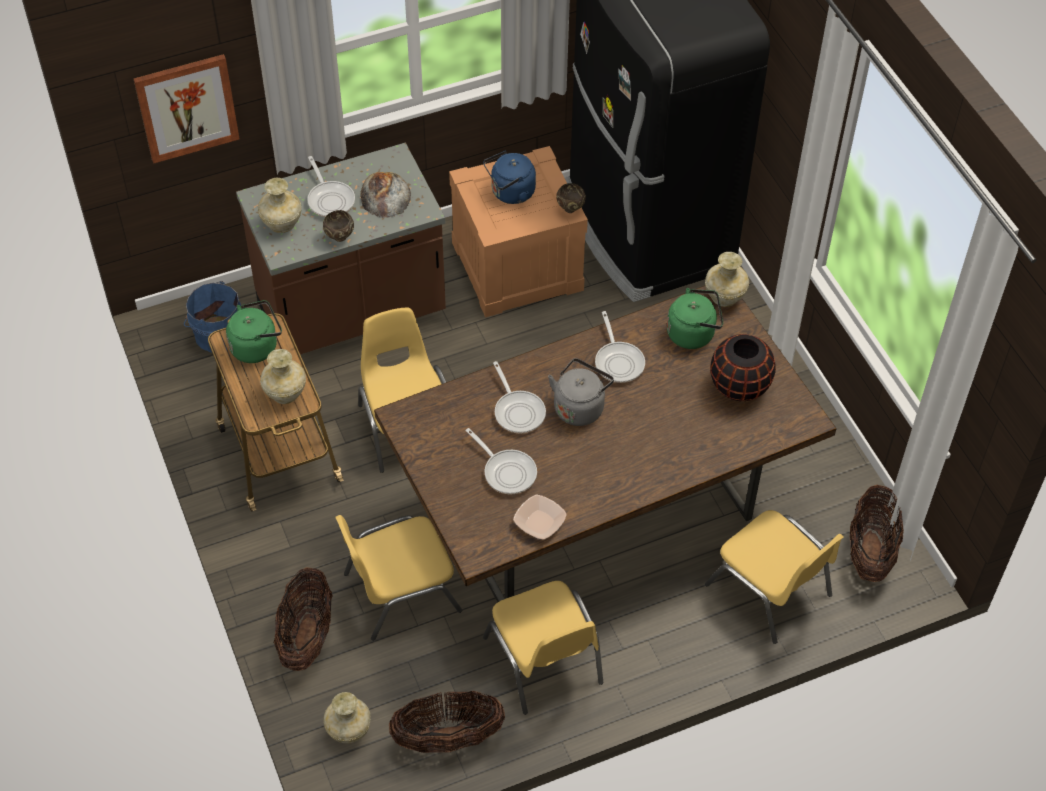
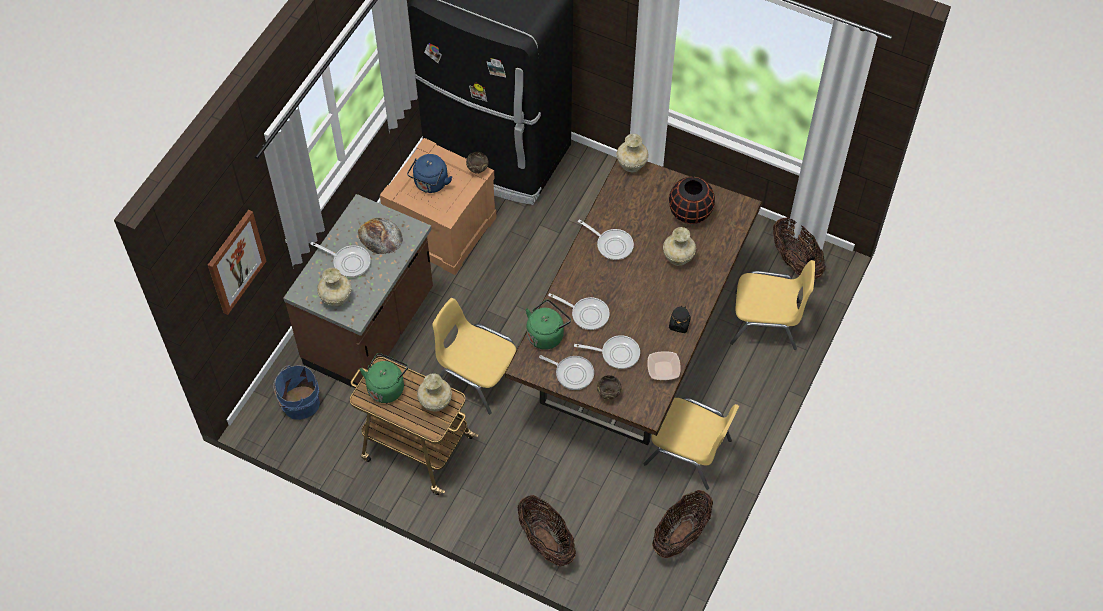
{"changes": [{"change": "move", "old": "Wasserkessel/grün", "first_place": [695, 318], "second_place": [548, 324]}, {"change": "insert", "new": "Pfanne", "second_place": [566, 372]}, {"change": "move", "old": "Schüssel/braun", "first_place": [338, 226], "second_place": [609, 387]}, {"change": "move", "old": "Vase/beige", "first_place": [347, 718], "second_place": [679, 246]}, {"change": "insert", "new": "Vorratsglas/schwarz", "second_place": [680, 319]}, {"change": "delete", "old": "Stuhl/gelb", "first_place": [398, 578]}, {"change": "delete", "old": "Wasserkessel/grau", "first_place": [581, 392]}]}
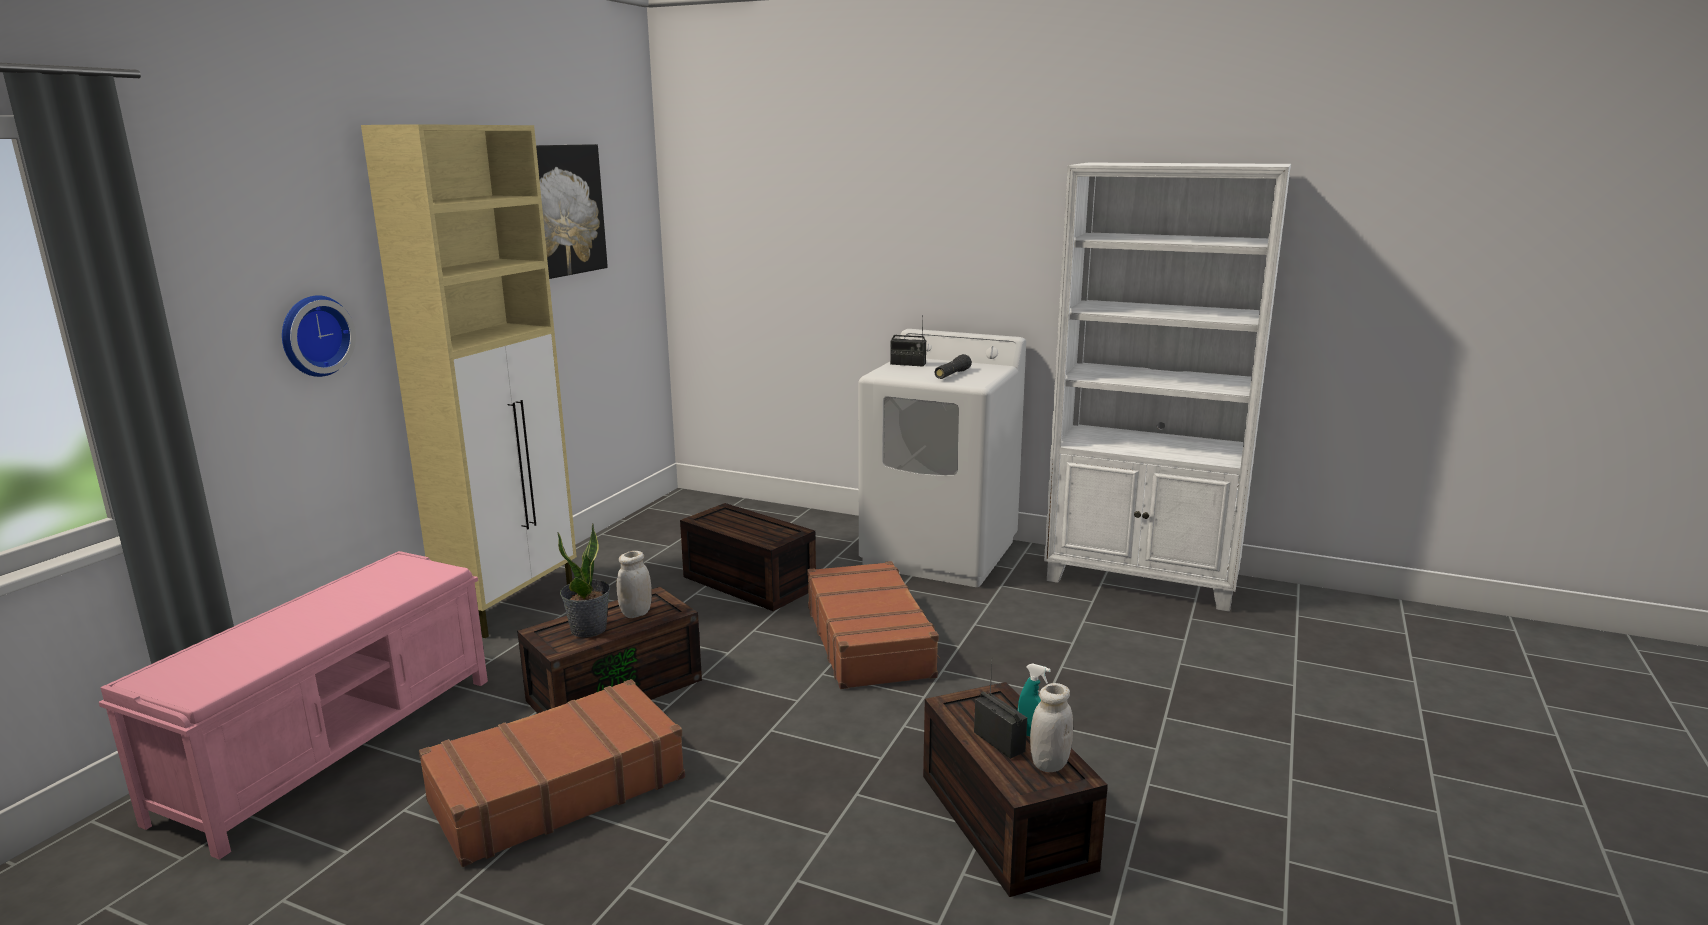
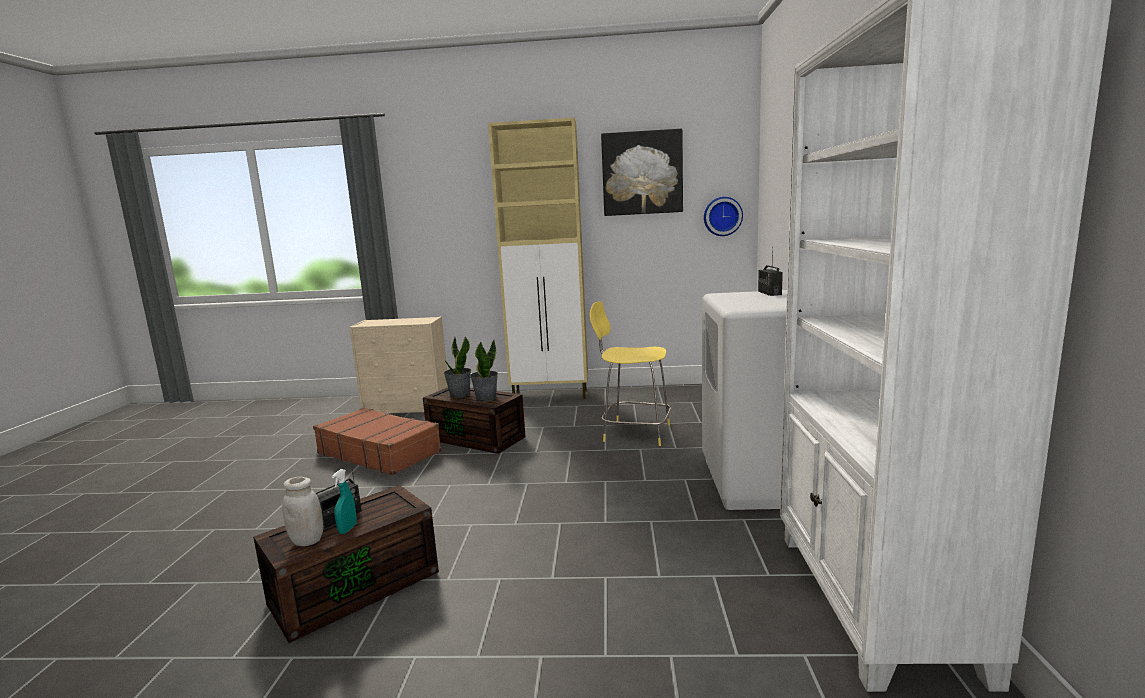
{"changes": [{"change": "replace", "old": "Bank/rosa", "new": "Kommode/beige", "first_place": [293, 705], "second_place": [398, 364]}, {"change": "replace", "old": "Vorratsglas/weiß", "new": "Topfpflanze", "first_place": [634, 584], "second_place": [484, 371]}, {"change": "replace", "old": "Aufbewahrungsbox/braun", "new": "Hocker/gelb", "first_place": [748, 557], "second_place": [631, 373]}, {"change": "move", "old": "Wanduhr", "first_place": [319, 336], "second_place": [723, 216]}, {"change": "delete", "old": "Koffer/braun", "first_place": [874, 625]}, {"change": "delete", "old": "Taschenlampe/schwarz", "first_place": [953, 366]}]}
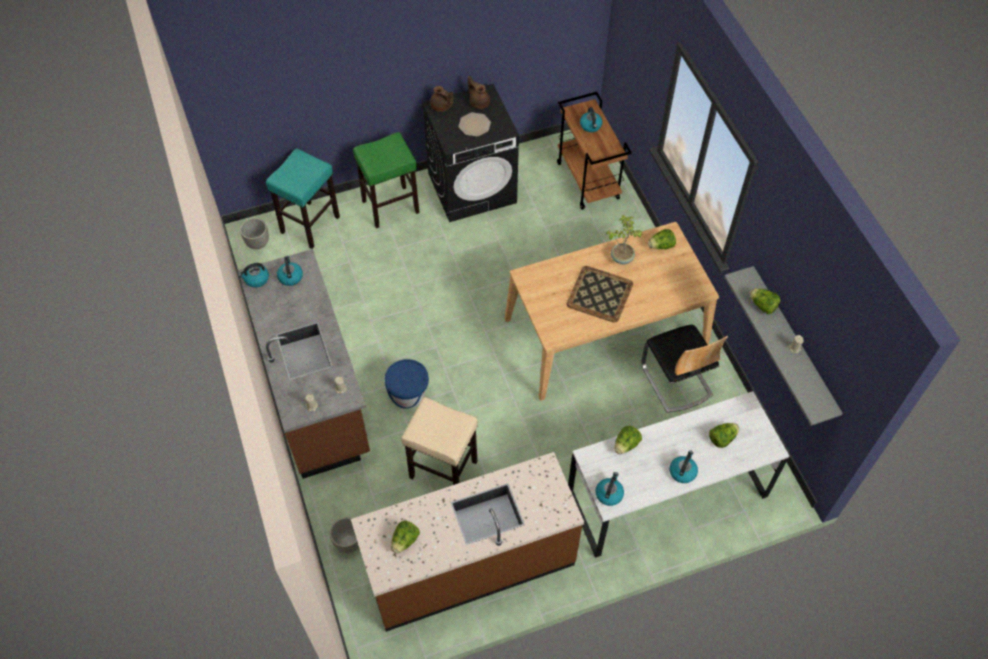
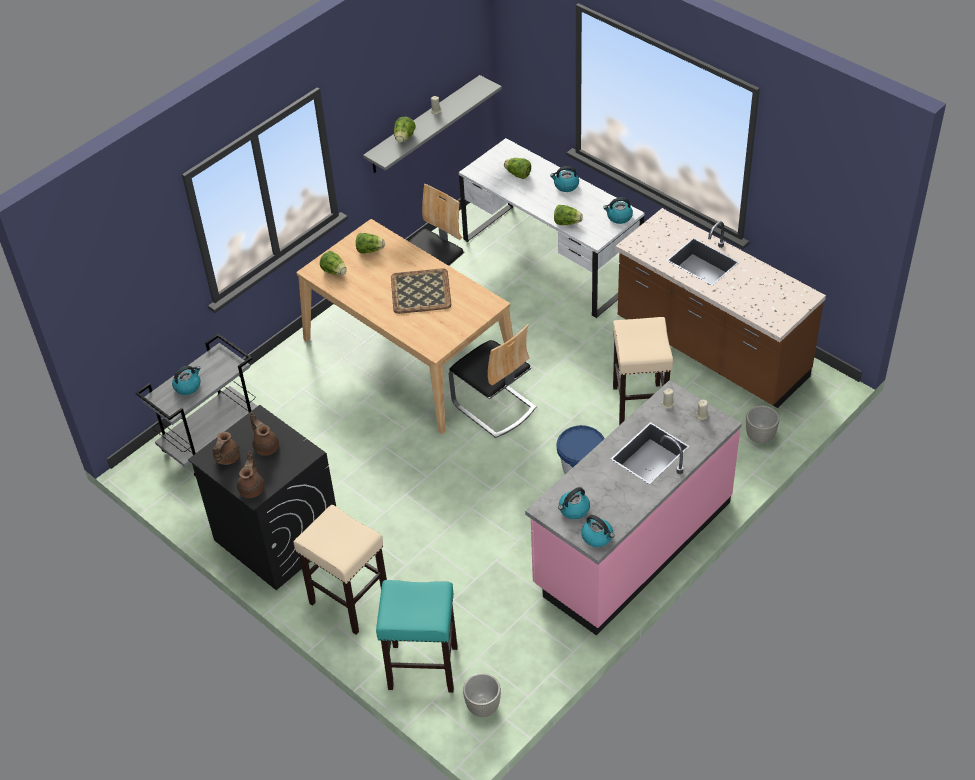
{"changes": [{"change": "recolor", "old": "Rollwagen/braun", "new": "Rollwagen/grau", "first_place": [594, 151], "second_place": [196, 405]}, {"change": "replace", "old": "Teller", "new": "Teekanne/braun", "first_place": [475, 124], "second_place": [264, 434]}, {"change": "recolor", "old": "Hocker/grün", "new": "Hocker/beige", "first_place": [386, 180], "second_place": [340, 569]}, {"change": "move", "old": "Salatkopf", "first_place": [405, 537], "second_place": [370, 243]}, {"change": "insert", "new": "Stuhl", "second_place": [492, 381]}, {"change": "recolor", "old": "Küchenzeile/braun", "new": "Küchenzeile/rosa", "first_place": [304, 364], "second_place": [633, 508]}, {"change": "delete", "old": "Topfpflanze", "first_place": [624, 239]}]}
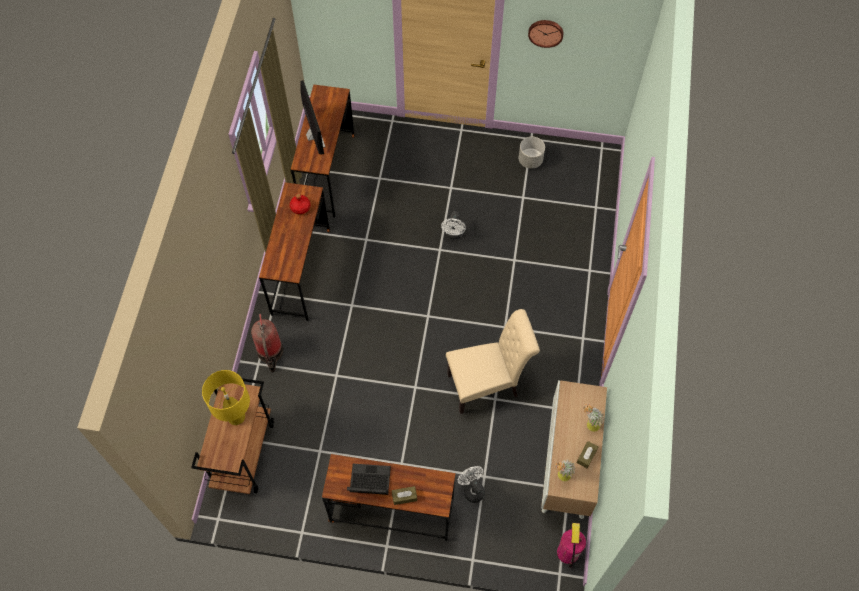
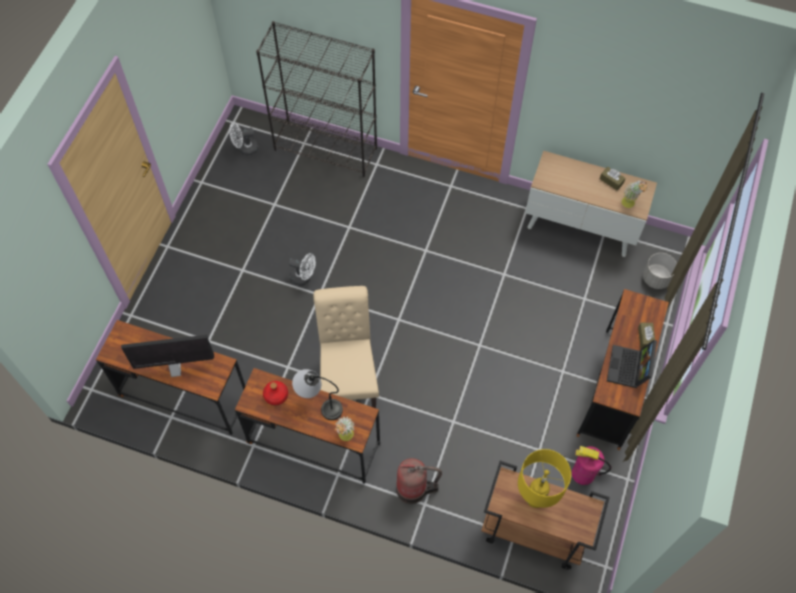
{"changes": [{"change": "move", "old": "Ventilator/weiß", "first_place": [471, 484], "second_place": [243, 139]}, {"change": "insert", "new": "Bücherregal/schwarz", "second_place": [316, 99]}, {"change": "insert", "new": "Tischlampe", "second_place": [317, 394]}, {"change": "move", "old": "Stuhl/beige", "first_place": [493, 361], "second_place": [346, 347]}, {"change": "move", "old": "Topfpflanze", "first_place": [594, 418], "second_place": [345, 428]}, {"change": "move", "old": "Feuerlöscher", "first_place": [571, 545], "second_place": [591, 465]}, {"change": "move", "old": "Pflanzkübel/grau", "first_place": [532, 153], "second_place": [660, 271]}, {"change": "delete", "old": "Wanduhr", "first_place": [545, 34]}]}
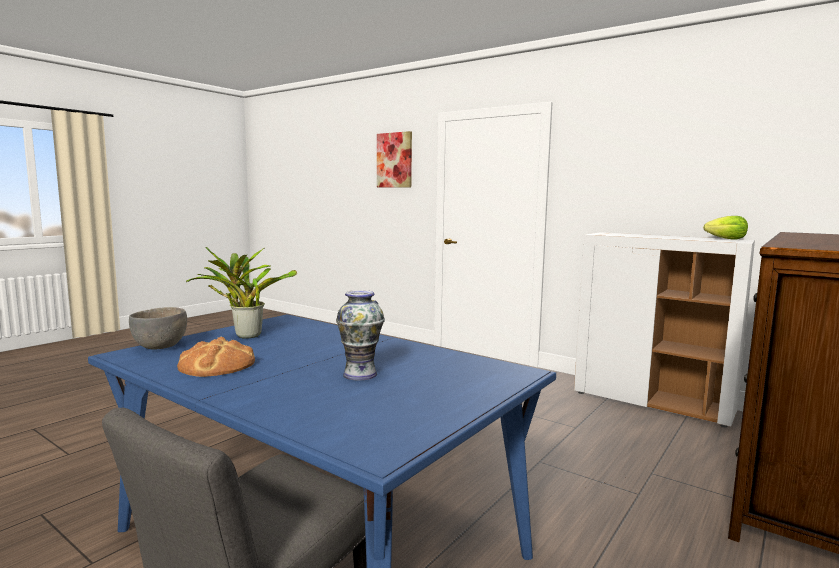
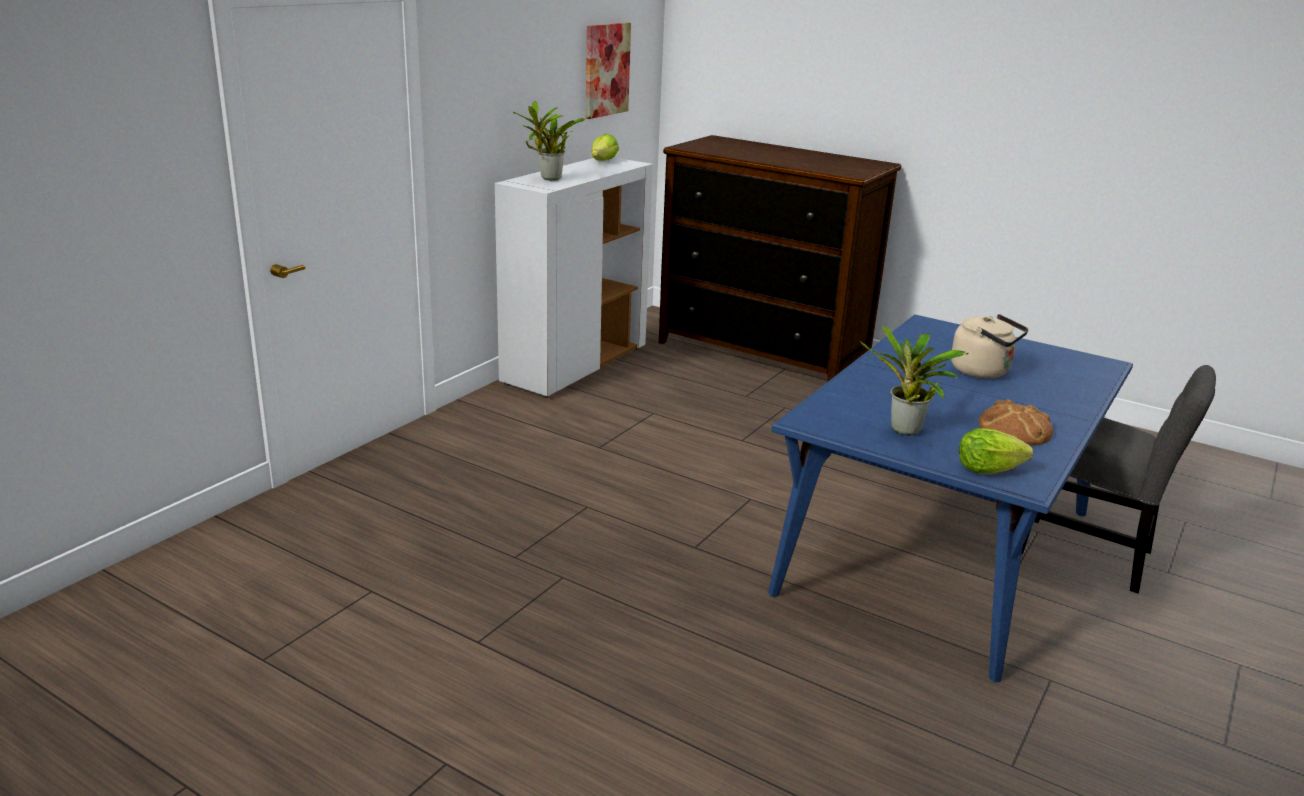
{"changes": [{"change": "insert", "new": "Topfpflanze", "second_place": [549, 141]}, {"change": "move", "old": "Bild", "first_place": [394, 159], "second_place": [608, 70]}, {"change": "replace", "old": "Vase", "new": "Wasserkessel/beige", "first_place": [360, 335], "second_place": [990, 346]}, {"change": "replace", "old": "Schüssel/grau", "new": "Salatkopf", "first_place": [158, 328], "second_place": [996, 451]}]}
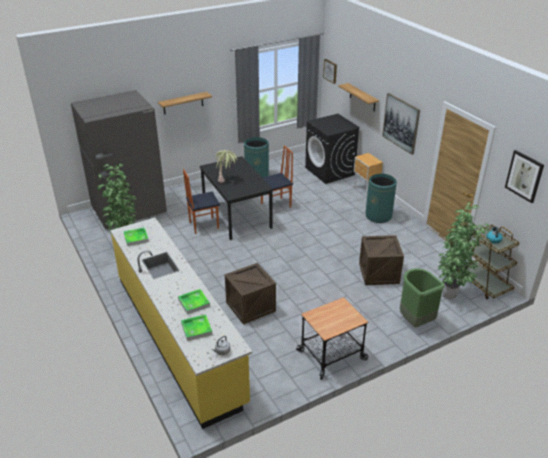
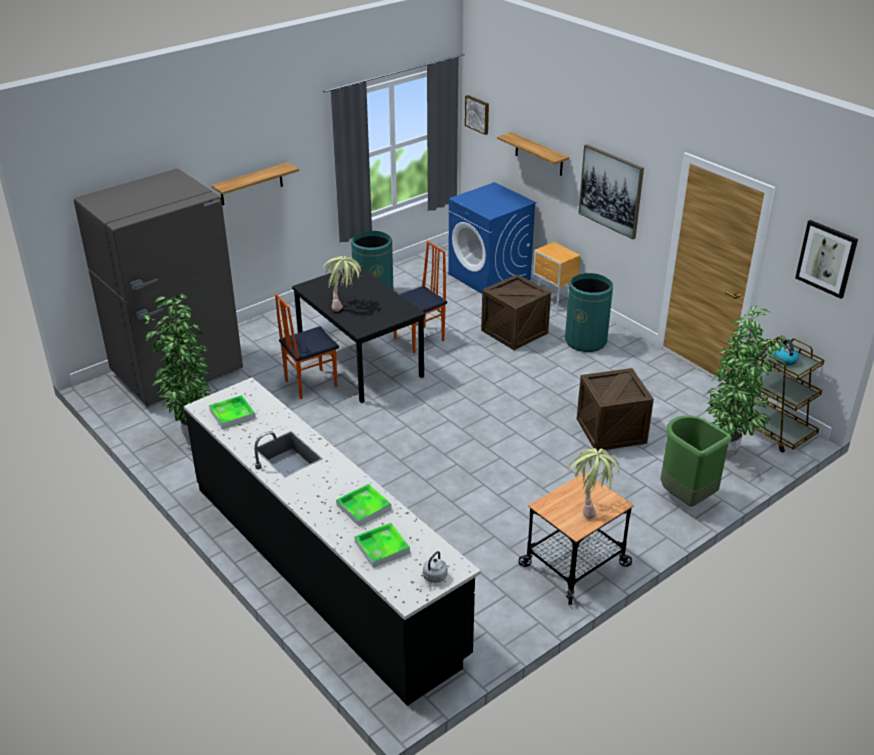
{"changes": [{"change": "recolor", "old": "Küchenzeile/gelb", "new": "Küchenzeile/schwarz", "first_place": [181, 323], "second_place": [332, 542]}, {"change": "recolor", "old": "Waschmaschine/schwarz", "new": "Waschmaschine/blau", "first_place": [332, 149], "second_place": [492, 238]}, {"change": "move", "old": "Kiste", "first_place": [250, 294], "second_place": [516, 312]}, {"change": "insert", "new": "Topfpflanze", "second_place": [593, 483]}]}
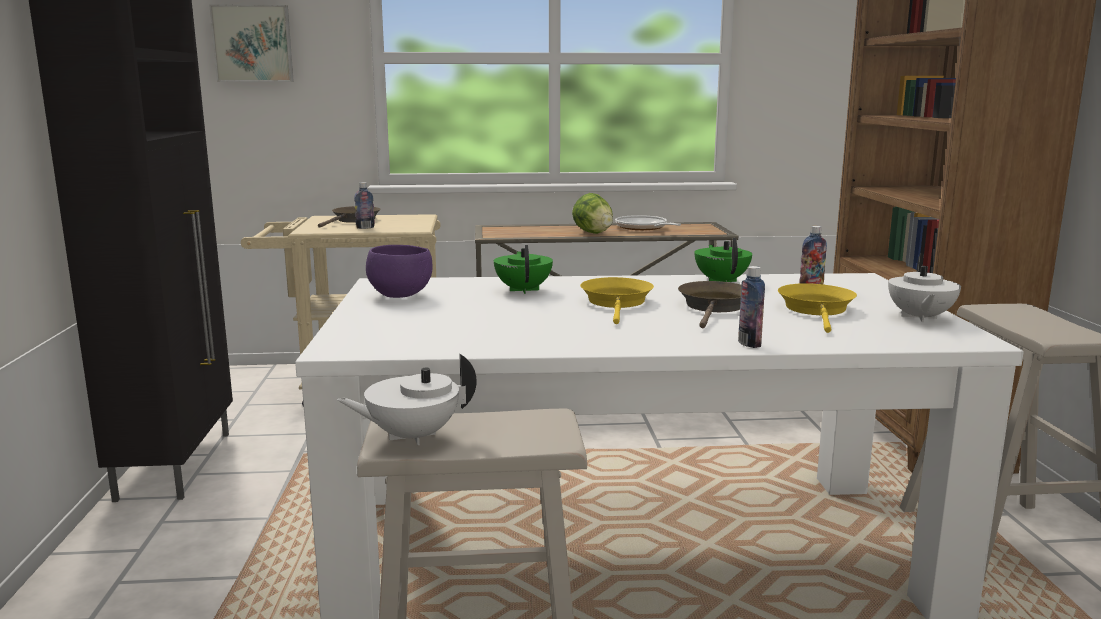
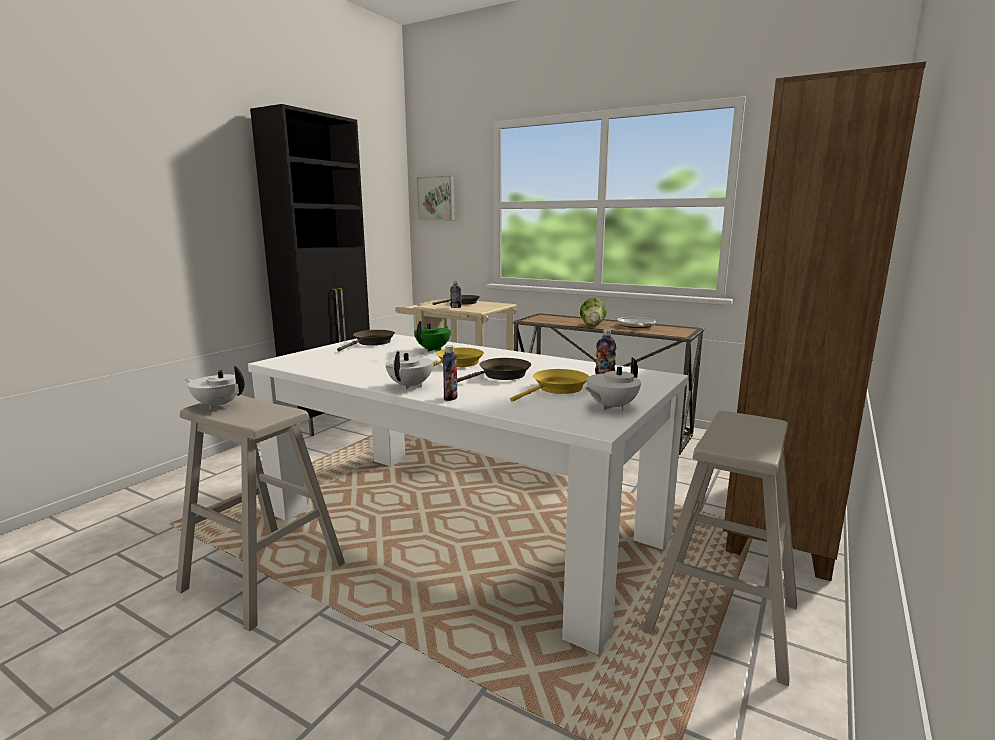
{"changes": [{"change": "replace", "old": "Schüssel/lila", "new": "Pfanne/braun", "first_place": [399, 271], "second_place": [366, 340]}, {"change": "insert", "new": "Teekanne/weiß", "second_place": [409, 370]}, {"change": "delete", "old": "Teekanne/grün", "first_place": [723, 260]}]}
